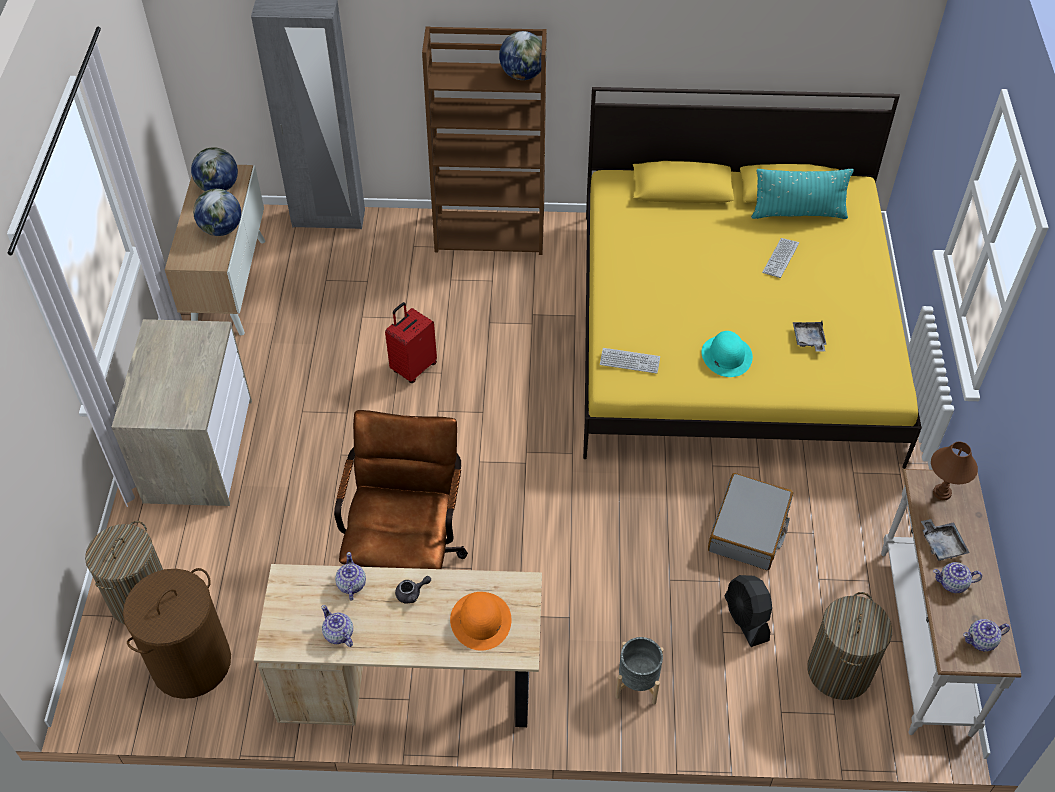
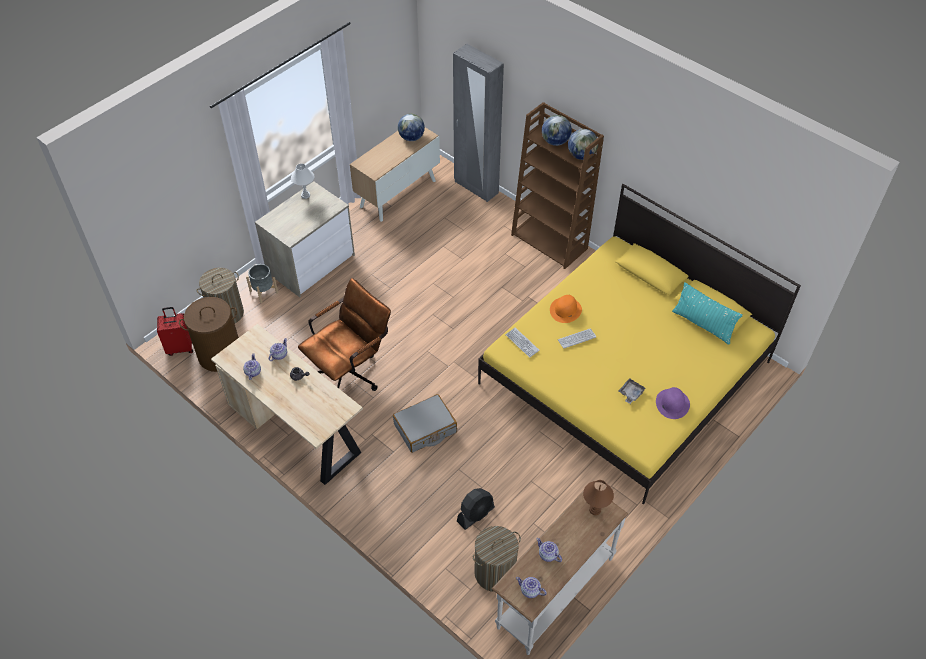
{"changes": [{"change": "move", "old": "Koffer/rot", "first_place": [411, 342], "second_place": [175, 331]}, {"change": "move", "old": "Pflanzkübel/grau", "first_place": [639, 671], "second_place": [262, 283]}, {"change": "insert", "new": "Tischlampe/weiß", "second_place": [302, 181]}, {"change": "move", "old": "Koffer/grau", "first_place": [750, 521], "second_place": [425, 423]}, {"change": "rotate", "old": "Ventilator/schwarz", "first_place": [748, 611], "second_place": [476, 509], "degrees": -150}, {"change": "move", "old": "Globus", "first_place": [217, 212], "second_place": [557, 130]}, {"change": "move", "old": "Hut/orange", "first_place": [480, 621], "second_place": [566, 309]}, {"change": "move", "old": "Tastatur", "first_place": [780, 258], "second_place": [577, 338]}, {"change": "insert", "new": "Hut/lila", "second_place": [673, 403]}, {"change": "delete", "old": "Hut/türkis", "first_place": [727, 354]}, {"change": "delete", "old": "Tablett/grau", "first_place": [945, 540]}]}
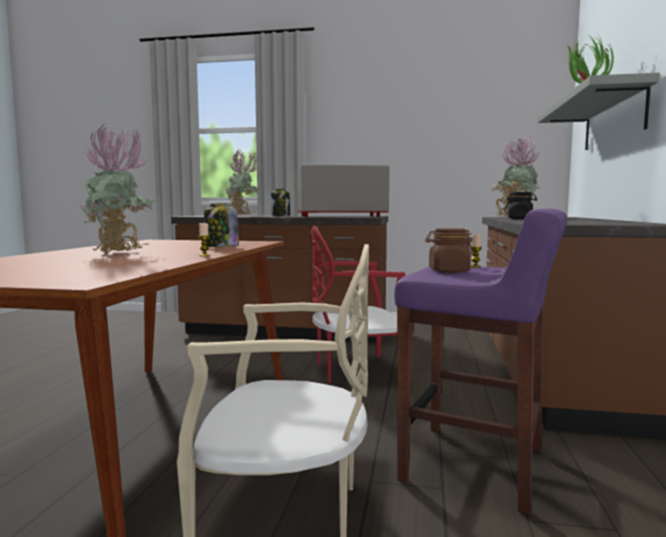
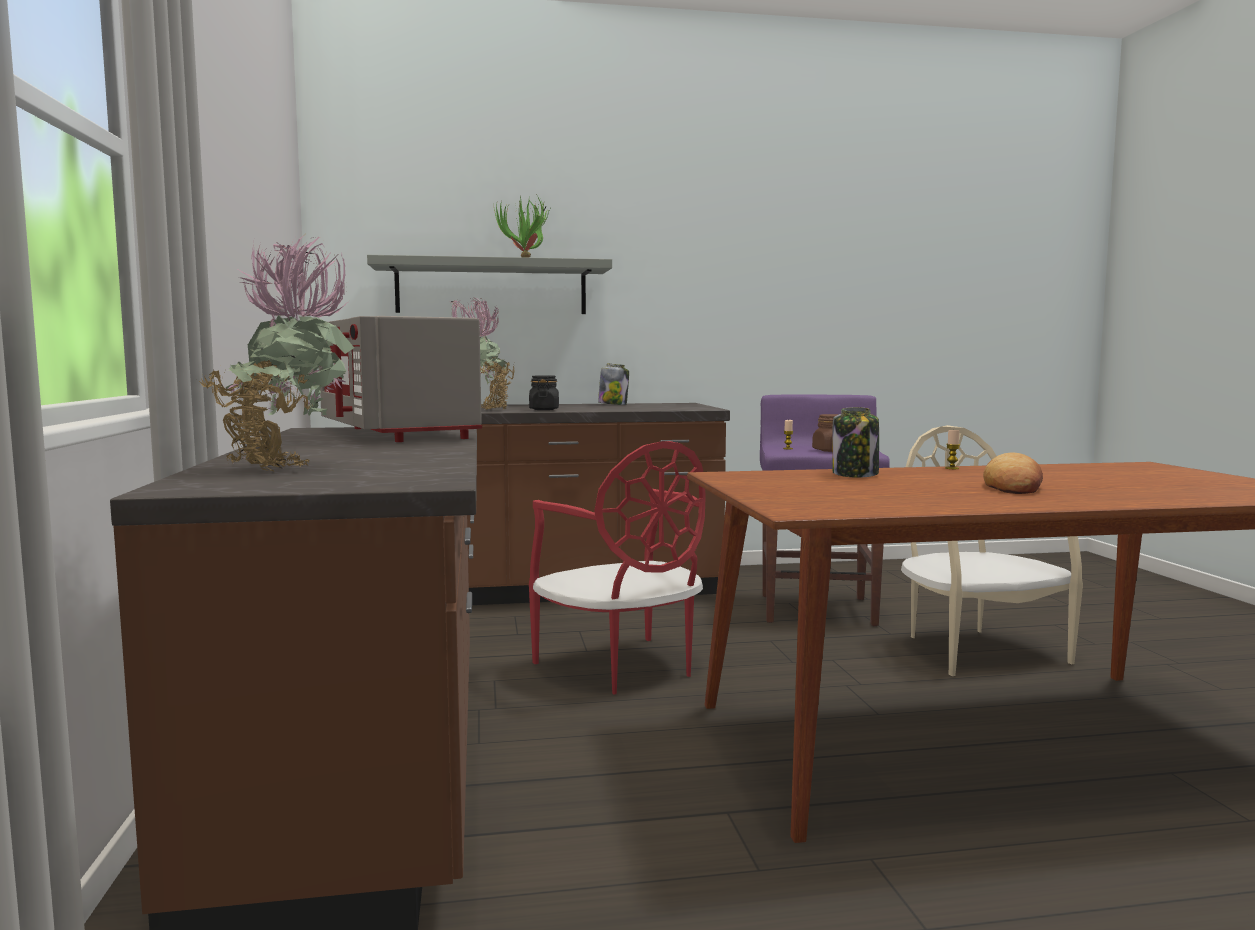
{"changes": [{"change": "move", "old": "Vorratsglas", "first_place": [280, 202], "second_place": [613, 384]}, {"change": "replace", "old": "Topfpflanze", "new": "Brot", "first_place": [117, 188], "second_place": [1013, 473]}]}
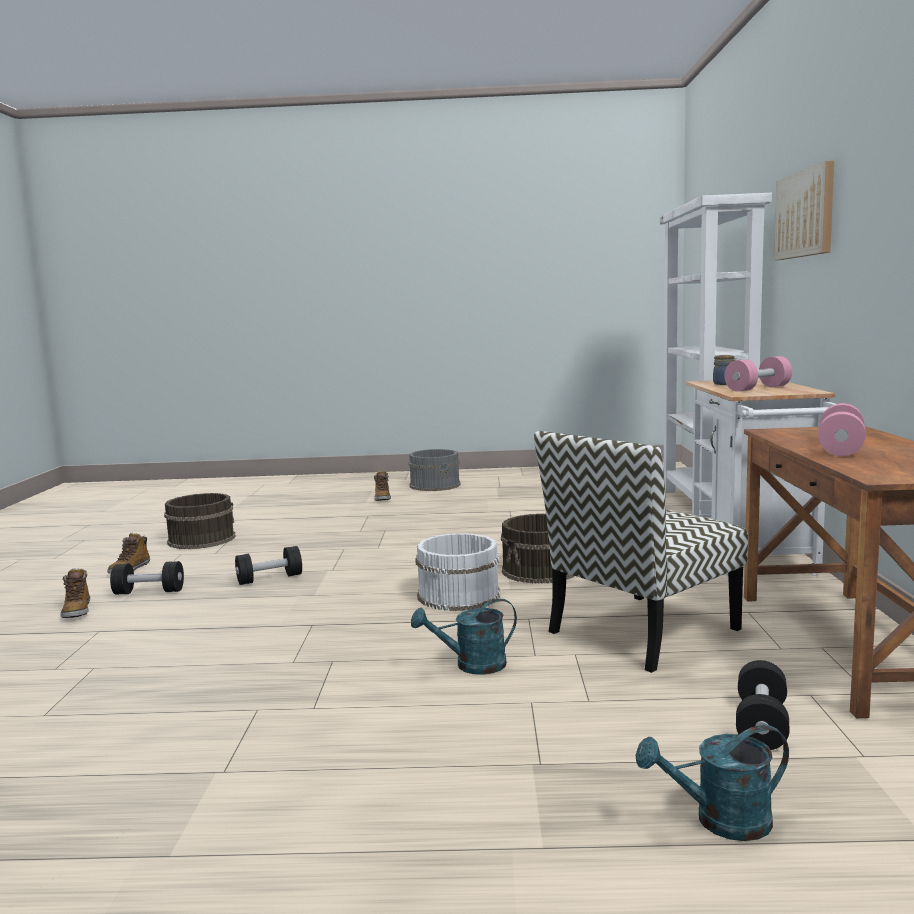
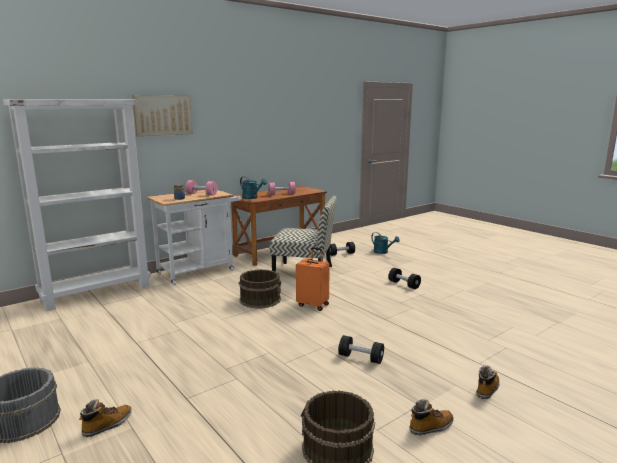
{"changes": [{"change": "move", "old": "Gießkanne/türkis", "first_place": [464, 637], "second_place": [253, 187]}, {"change": "replace", "old": "Eimer/weiß", "new": "Koffer/orange", "first_place": [457, 572], "second_place": [313, 279]}, {"change": "move", "old": "Hantel/schwarz", "first_place": [147, 578], "second_place": [404, 278]}]}
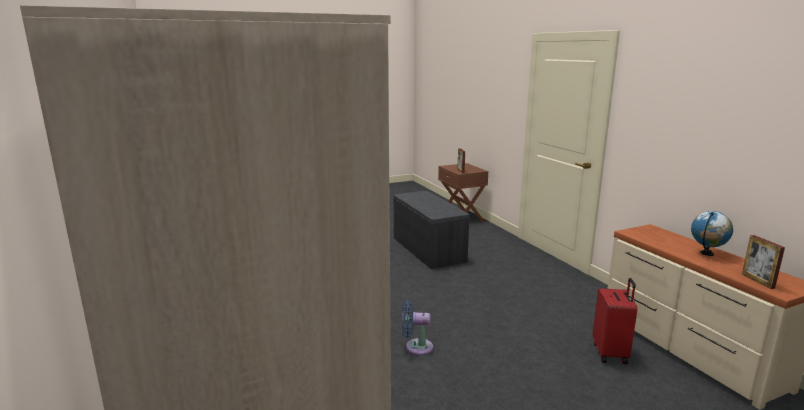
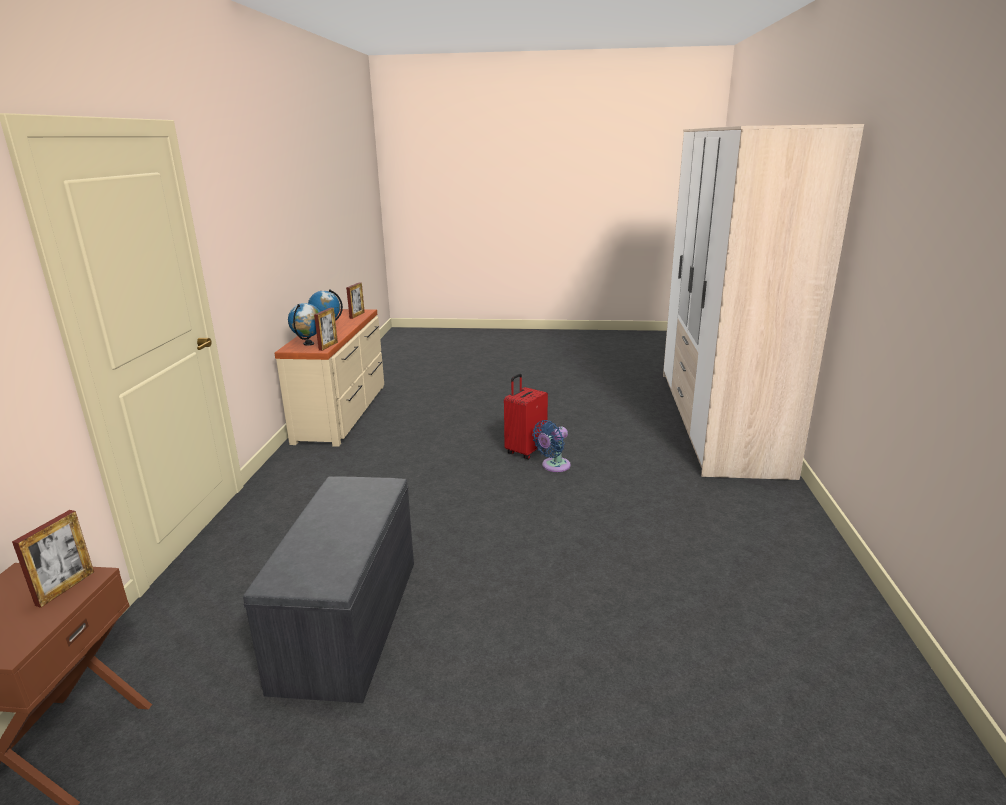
{"changes": [{"change": "insert", "new": "Globus", "second_place": [304, 324]}, {"change": "insert", "new": "Bilderrahmen", "second_place": [326, 329]}, {"change": "move", "old": "Koffer/rot", "first_place": [615, 321], "second_place": [526, 416]}, {"change": "rotate", "old": "Ventilator/blau", "first_place": [417, 327], "second_place": [551, 446], "degrees": 105}]}
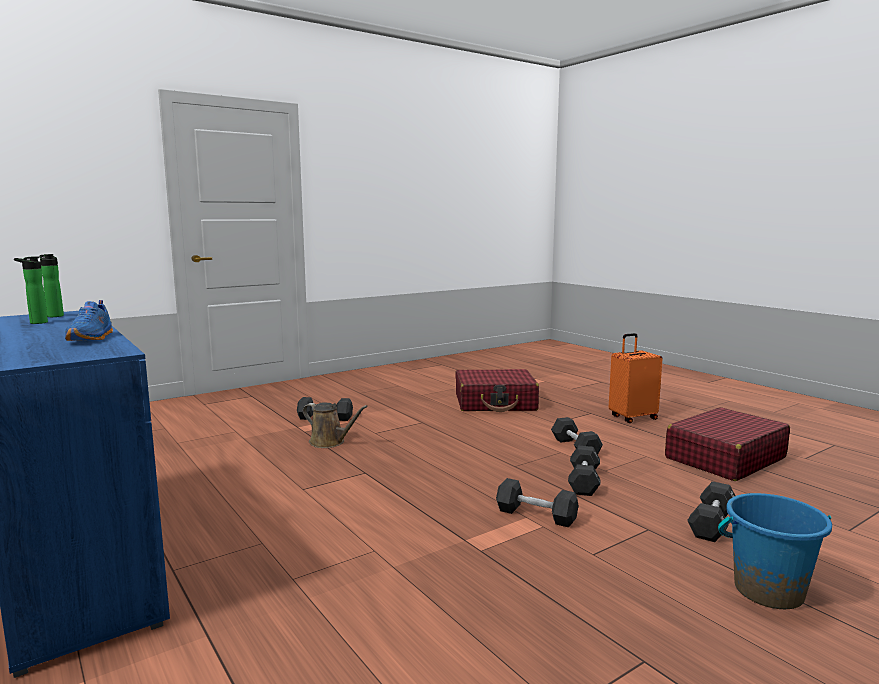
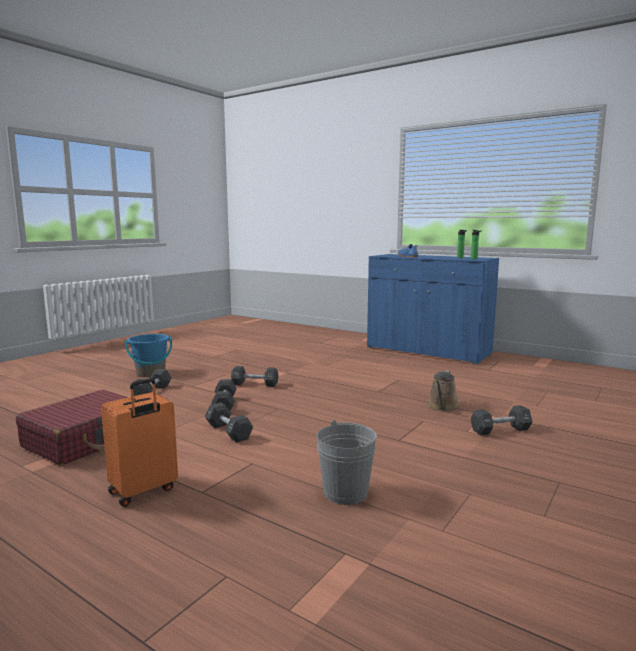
{"changes": [{"change": "replace", "old": "Koffer/rot", "new": "Eimer/grau", "first_place": [497, 390], "second_place": [346, 462]}, {"change": "rotate", "old": "Gießkanne/braun", "first_place": [335, 425], "second_place": [443, 391], "degrees": -75}]}
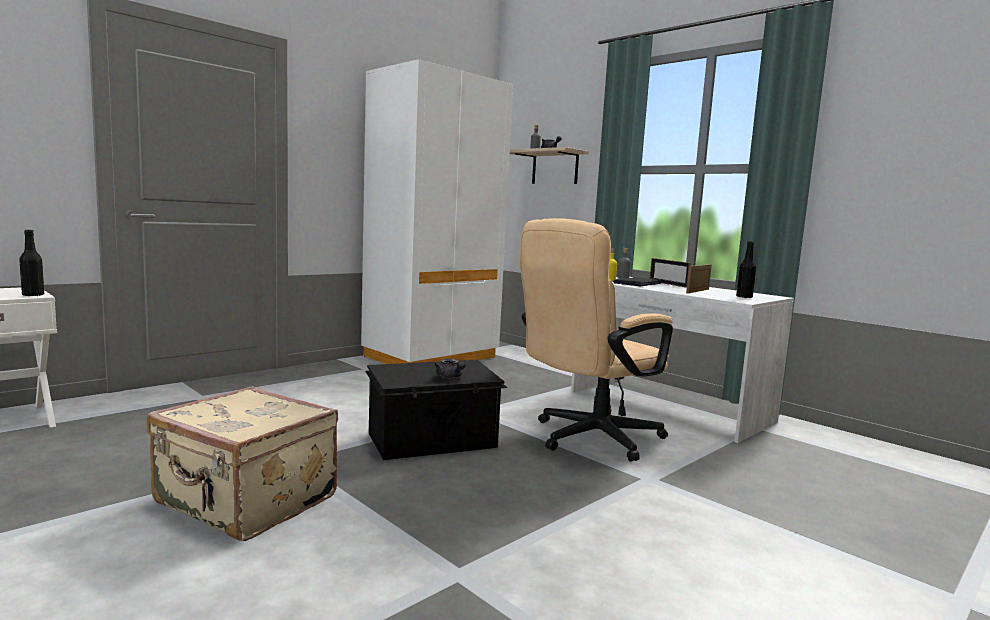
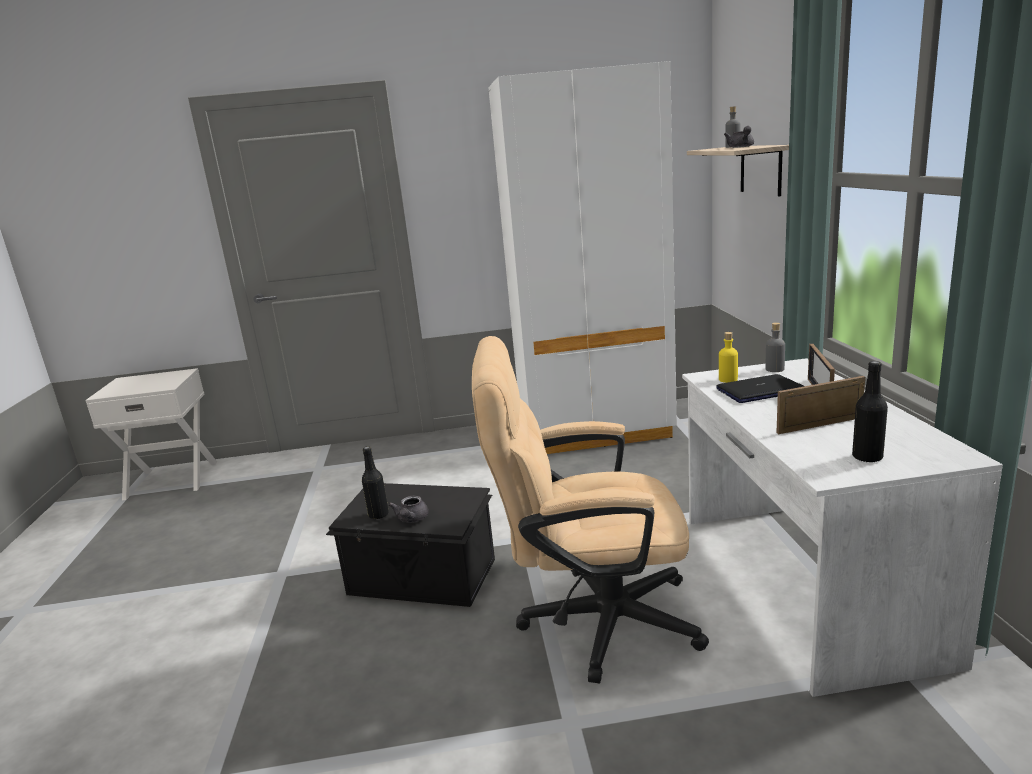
{"changes": [{"change": "move", "old": "Flasche/schwarz", "first_place": [31, 263], "second_place": [375, 482]}, {"change": "delete", "old": "Koffer/beige", "first_place": [242, 463]}]}
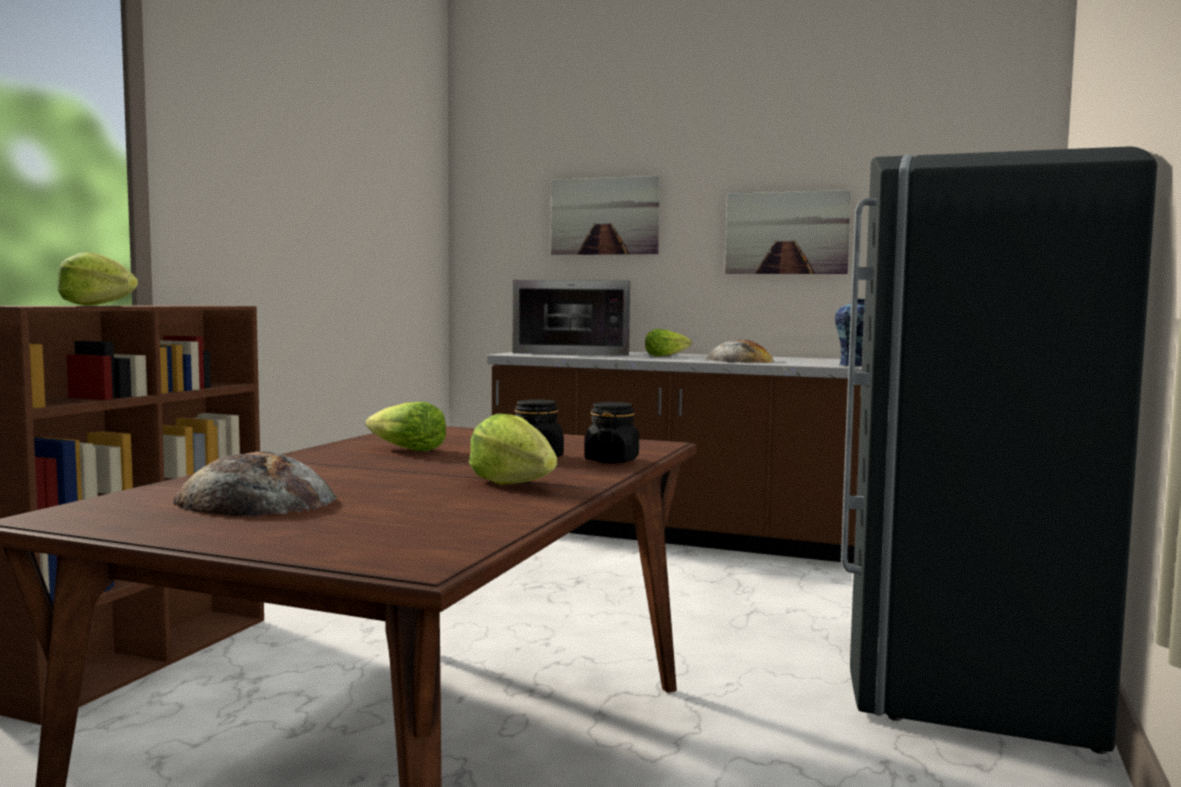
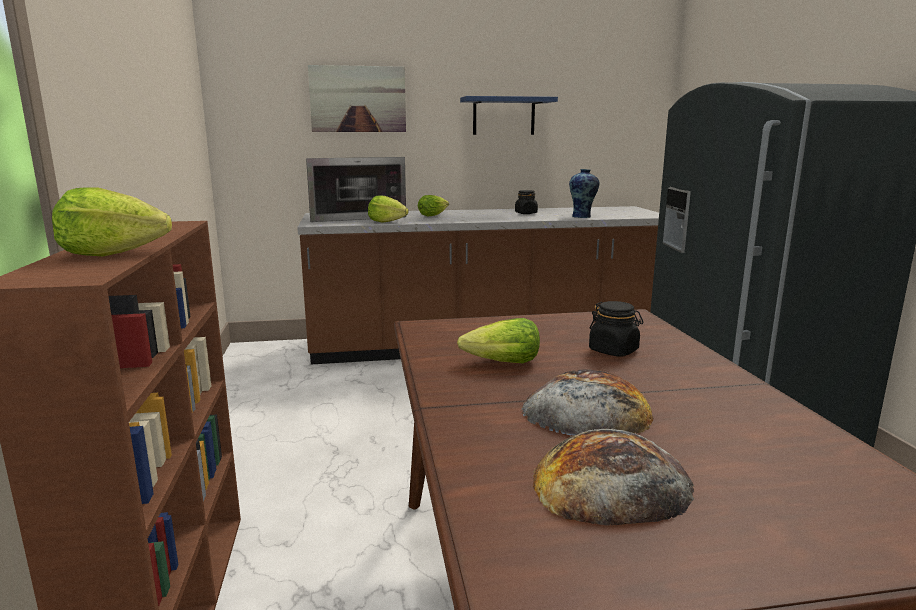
{"changes": [{"change": "move", "old": "Salatkopf", "first_place": [513, 449], "second_place": [388, 209]}, {"change": "replace", "old": "Bild", "new": "Wandregal/blau", "first_place": [788, 232], "second_place": [509, 115]}, {"change": "move", "old": "Vorratsglas/schwarz", "first_place": [612, 432], "second_place": [526, 202]}, {"change": "move", "old": "Brot", "first_place": [739, 351], "second_place": [587, 402]}]}
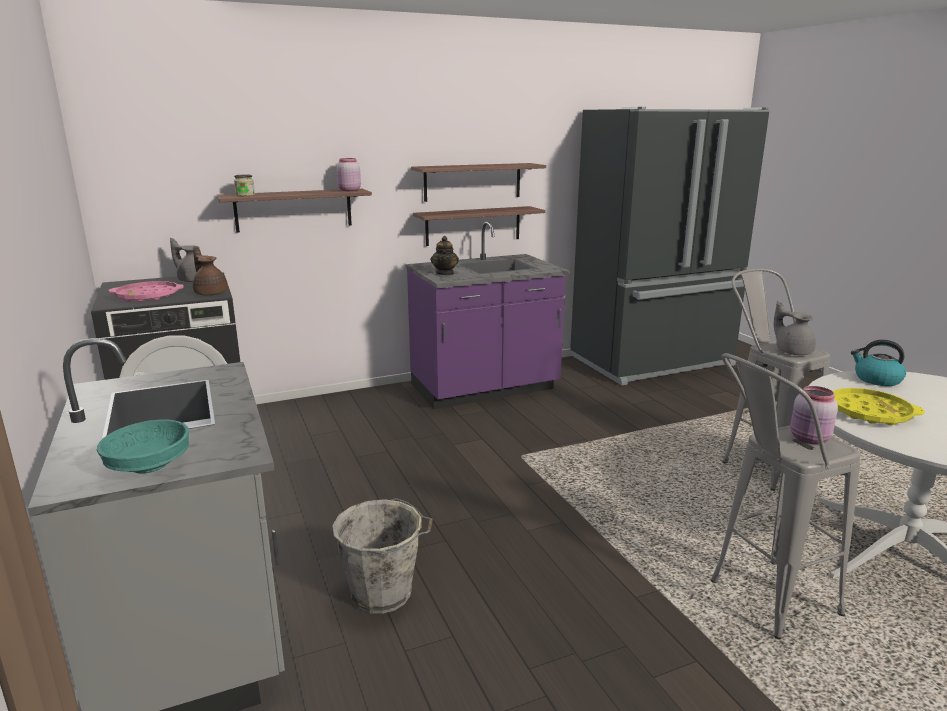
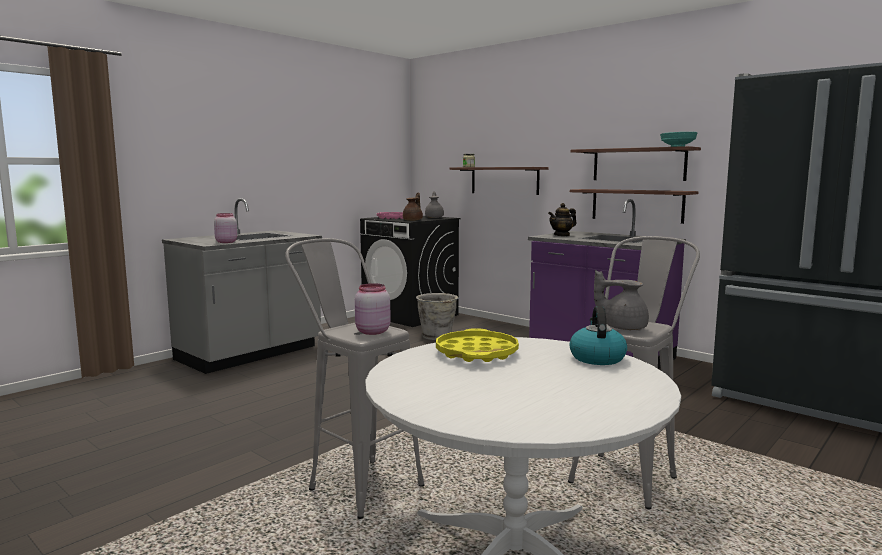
{"changes": [{"change": "move", "old": "Vorratsglas/rosa", "first_place": [349, 174], "second_place": [225, 228]}, {"change": "move", "old": "Eimer/grau", "first_place": [382, 556], "second_place": [438, 316]}, {"change": "rotate", "old": "Teekanne/grau", "first_place": [795, 328], "second_place": [621, 300], "degrees": -105}, {"change": "move", "old": "Schüssel/türkis", "first_place": [143, 446], "second_place": [678, 139]}]}
